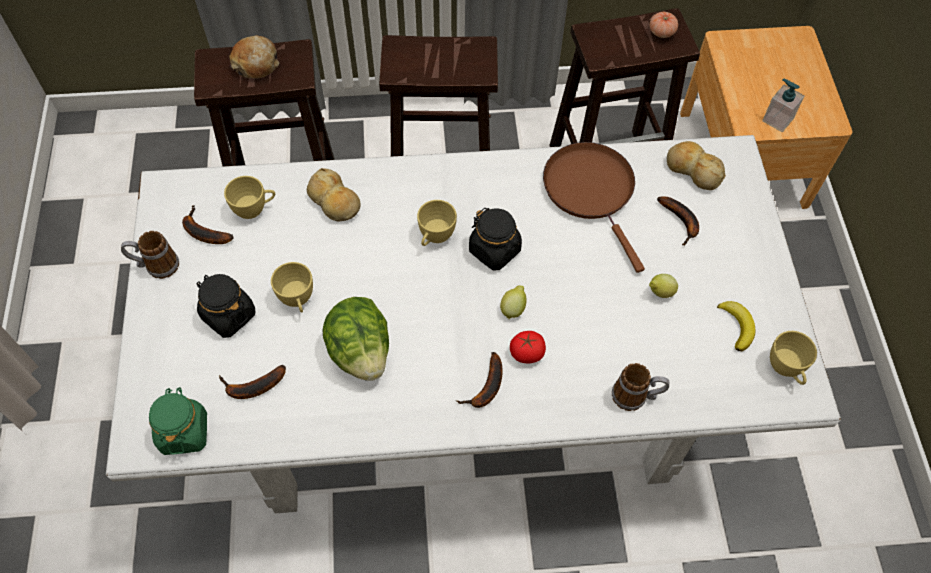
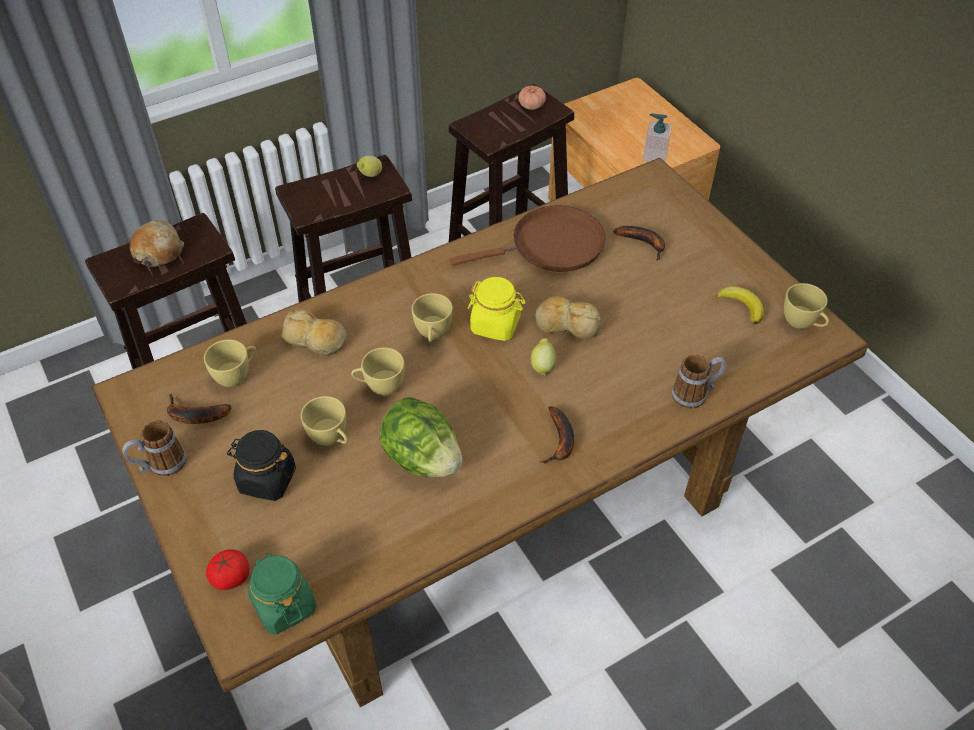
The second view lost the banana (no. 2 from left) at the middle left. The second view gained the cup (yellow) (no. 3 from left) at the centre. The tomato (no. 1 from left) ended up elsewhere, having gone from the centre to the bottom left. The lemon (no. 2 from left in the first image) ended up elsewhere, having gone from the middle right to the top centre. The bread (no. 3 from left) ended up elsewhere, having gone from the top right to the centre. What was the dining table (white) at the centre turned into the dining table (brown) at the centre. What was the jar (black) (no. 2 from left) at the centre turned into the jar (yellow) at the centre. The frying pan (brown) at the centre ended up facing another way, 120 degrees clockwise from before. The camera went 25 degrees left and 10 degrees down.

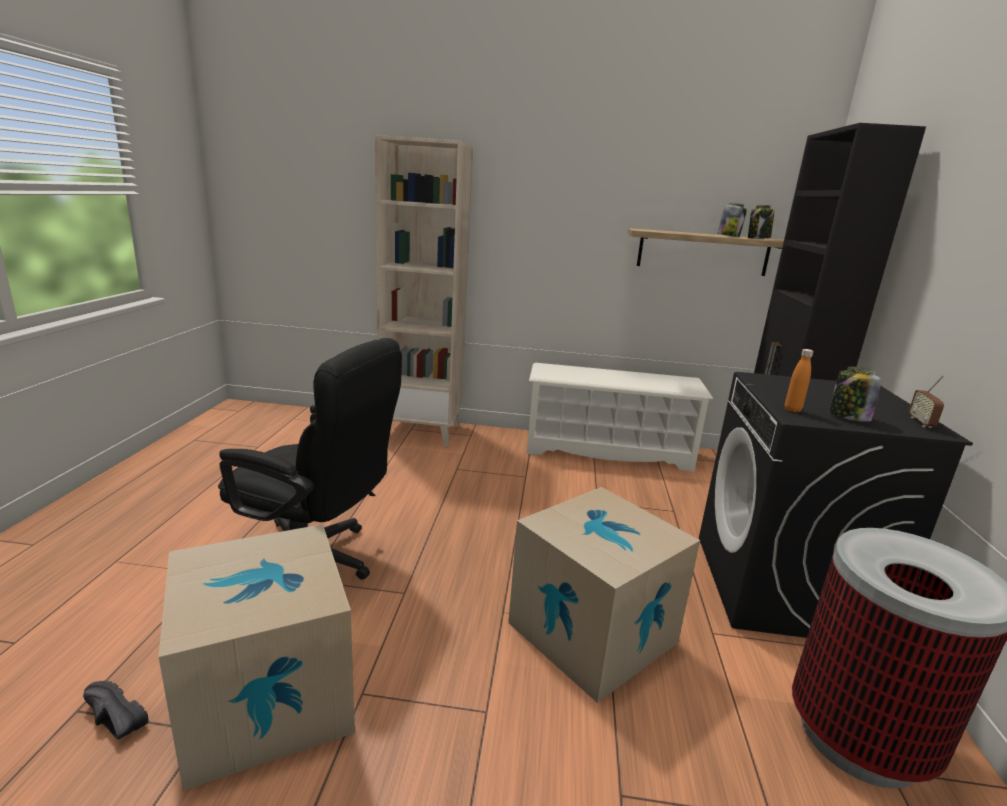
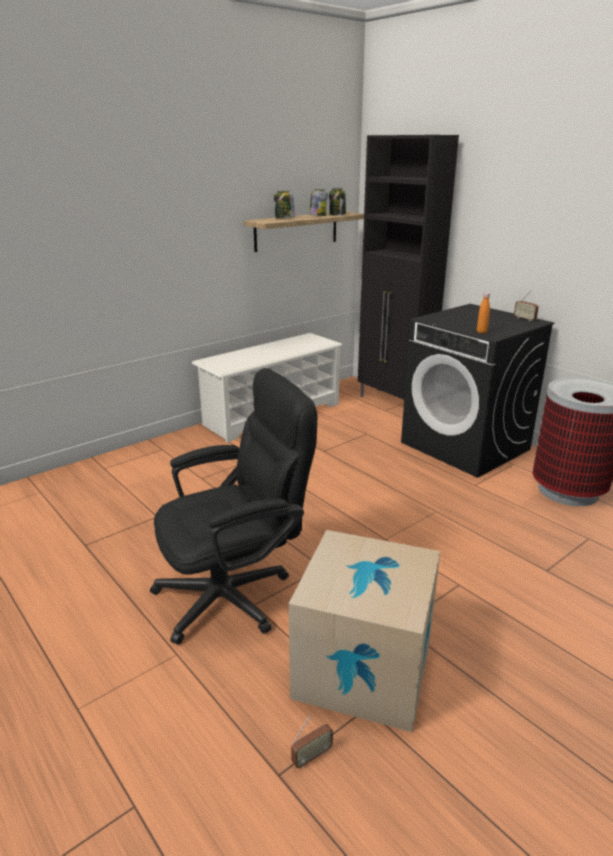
The second view lost the bookcase (beige) at the centre. The second view lost the cardboard box (no. 2 from left) at the bottom centre. The jar (no. 3 from left in the first image) ended up elsewhere, having gone from the middle right to the top centre. Where the shoe (black) stood at the bottom left, the radio (no. 1 from left) came to stand at the bottom centre. The camera went 45 degrees left and 5 degrees up.

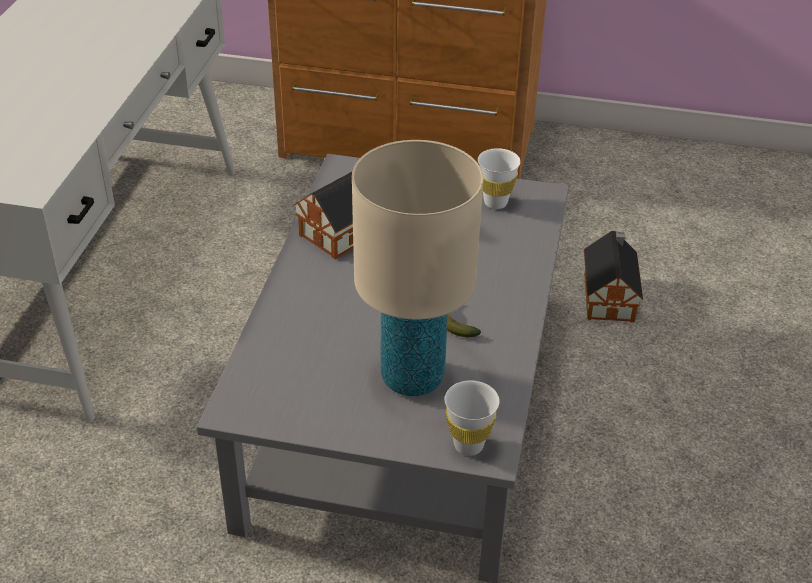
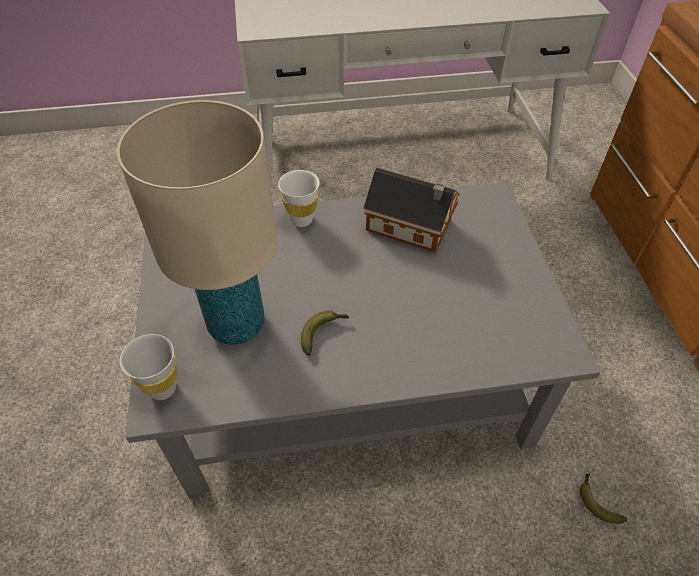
The cup (white) (no. 2 from left) ended up elsewhere, having gone from the top centre to the centre. Where the toy house (no. 2 from left) stood at the middle right, the banana (no. 2 from left) came to stand at the bottom right. The camera went 70 degrees right and 10 degrees up.

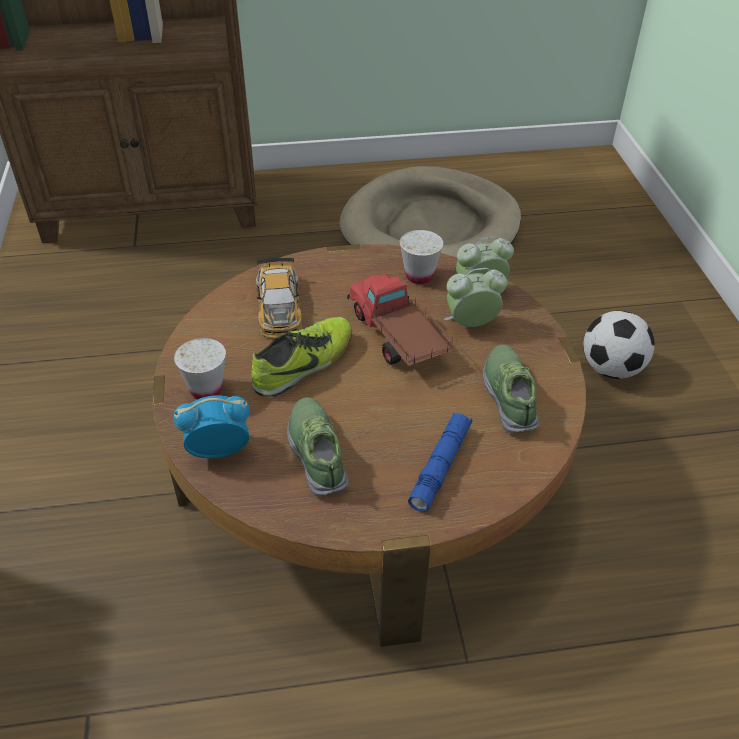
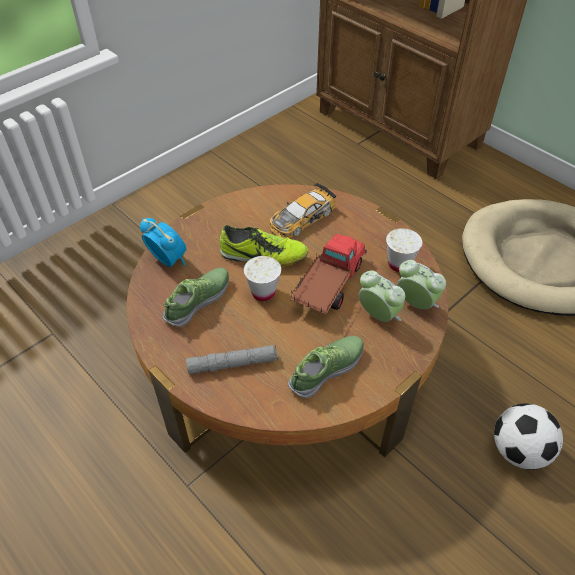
The cup (white) (no. 1 from left) ended up elsewhere, having gone from the middle left to the centre. What was the flashlight (blue) at the centre turned into the flashlight (grey) at the centre. The camera went 55 degrees right and 5 degrees up.

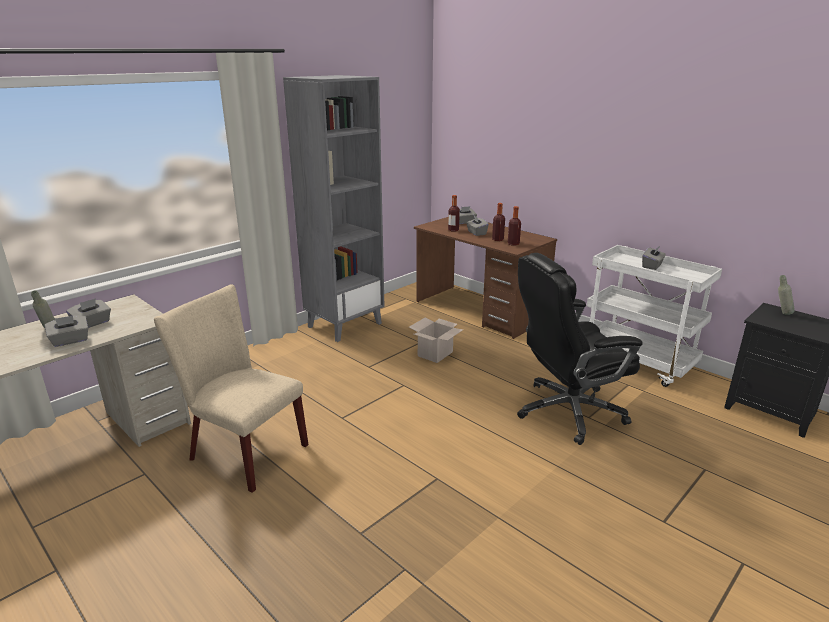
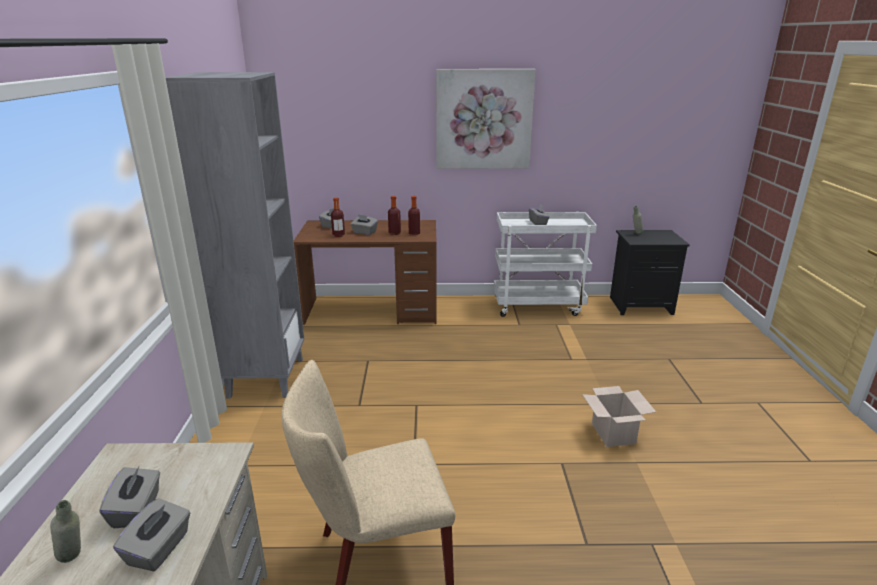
The second view lost the office chair (black) at the middle right. The second view gained the picture at the top centre. The cardboard box ended up elsewhere, having gone from the centre to the bottom right. The camera went 45 degrees left and 0 degrees up.

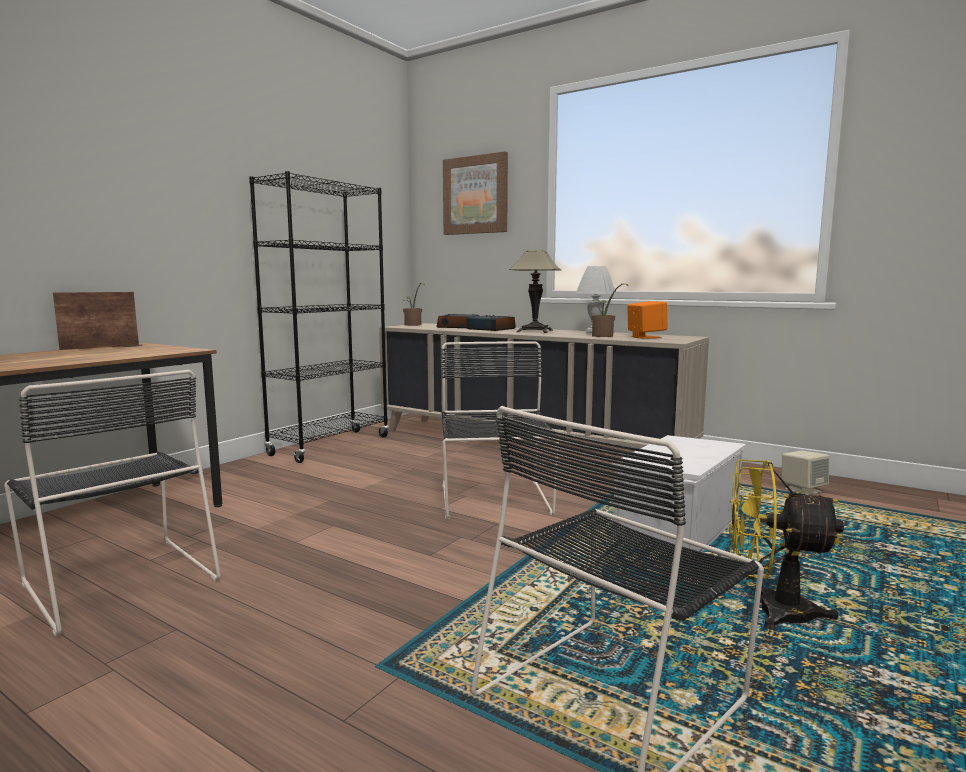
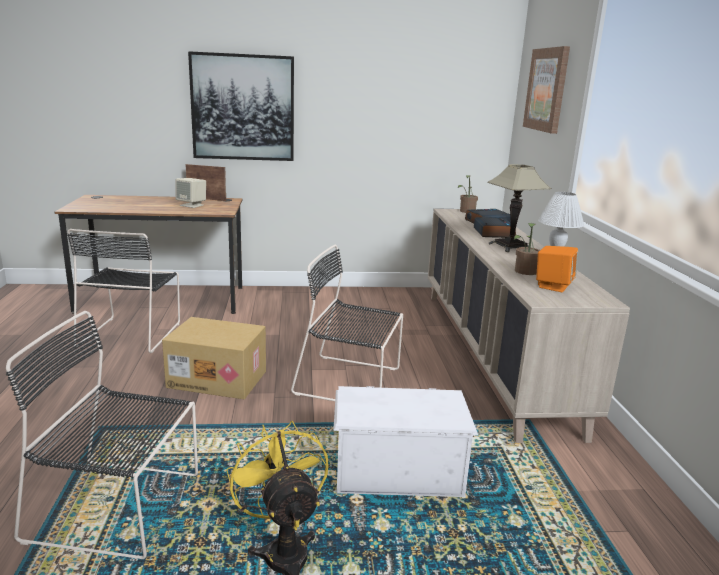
The second view lost the bookcase (black) at the middle left. The second view gained the cardboard box at the middle left. The second view gained the picture (no. 1 from left) at the top centre. The speaker (beige) ended up elsewhere, having gone from the middle right to the middle left. The chair (black) (no. 2 from left in the first image) at the centre ended up facing another way, 120 degrees counterclockwise from before. The camera went 50 degrees right and 10 degrees up.

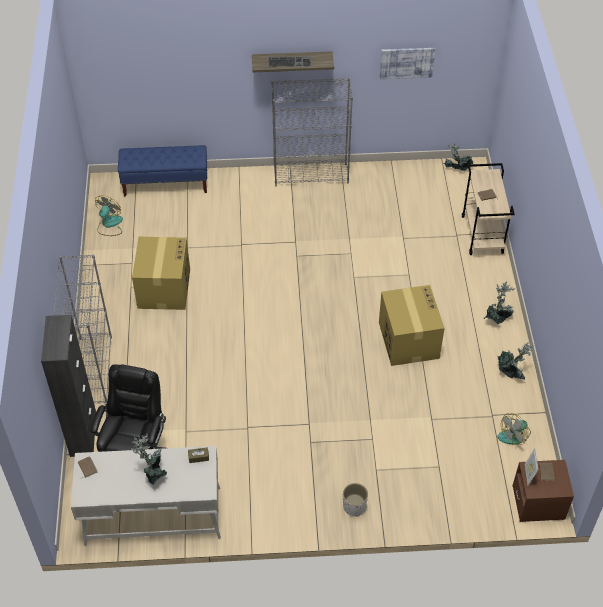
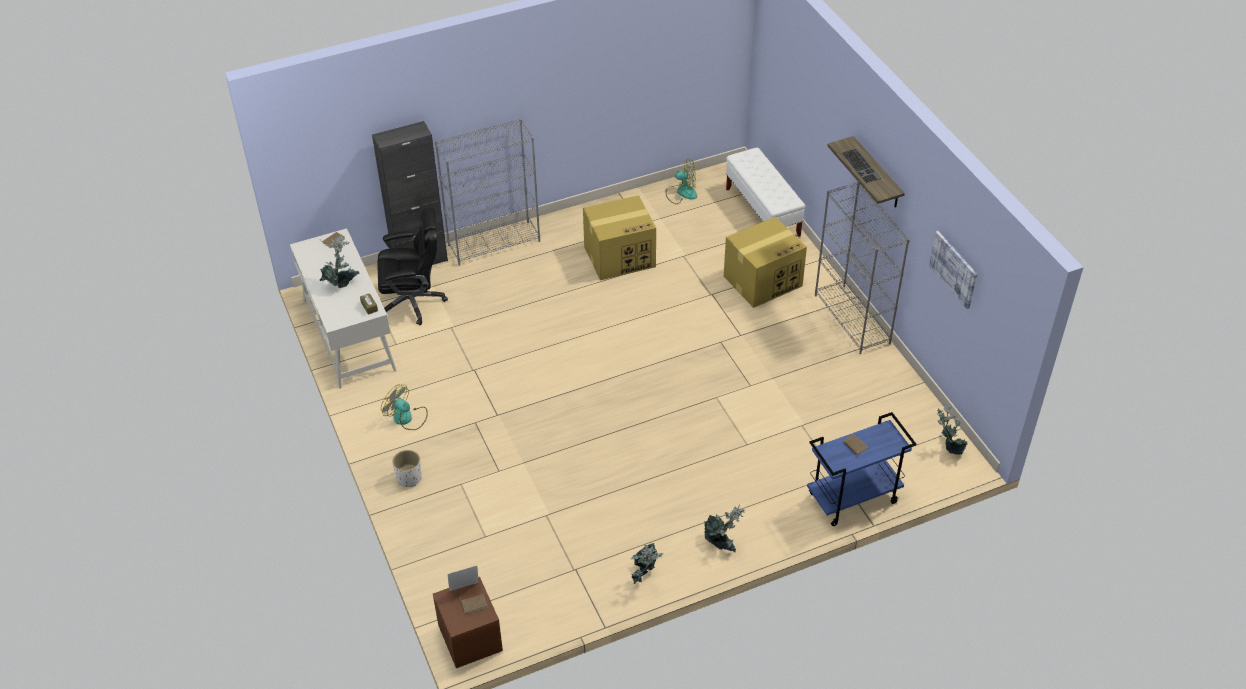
The cardboard box (no. 2 from left) ended up elsewhere, having gone from the middle right to the centre. The fan (no. 2 from left in the first image) ended up elsewhere, having gone from the bottom right to the middle left. What was the bench (blue) at the top left turned into the bench (white) at the top centre. What was the cart (beige) at the middle right turned into the cart (blue) at the bottom right. The camera went 70 degrees right and 5 degrees down.

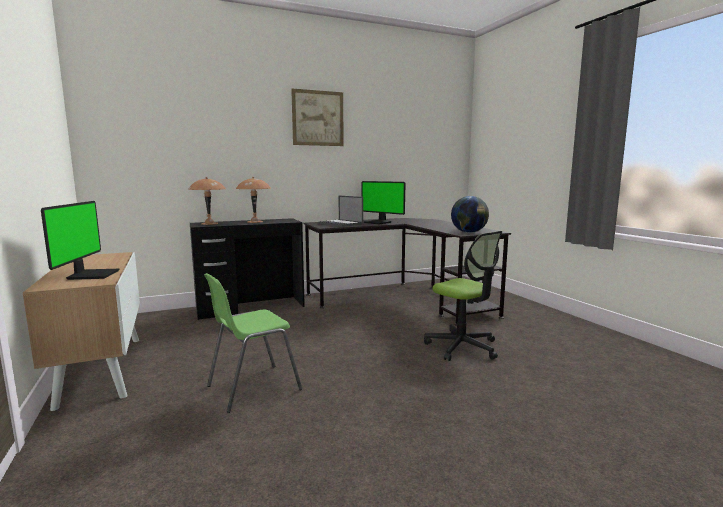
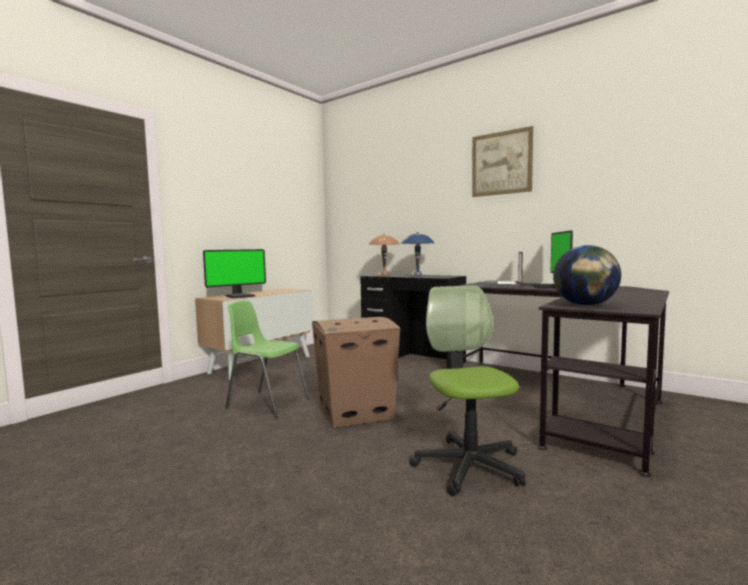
The second view gained the cardboard box at the centre. What was the table lamp (brown) (no. 2 from left) at the centre turned into the table lamp (blue) at the centre. The office chair at the centre ended up facing another way, 150 degrees clockwise from before. The camera went 60 degrees right and 5 degrees down.

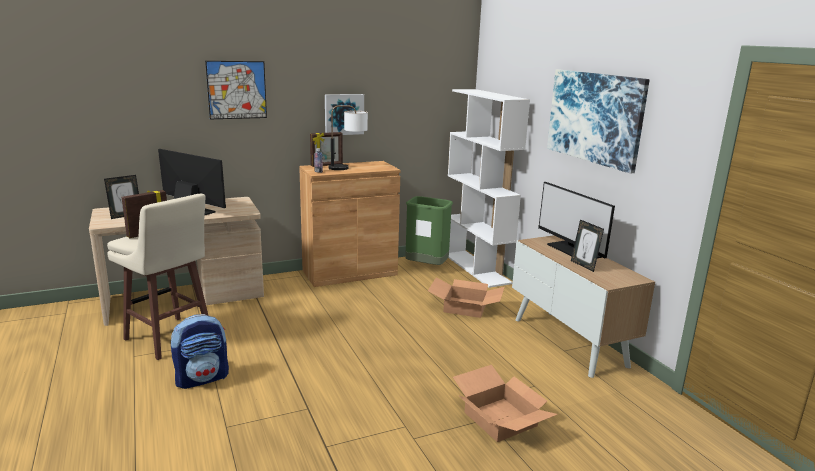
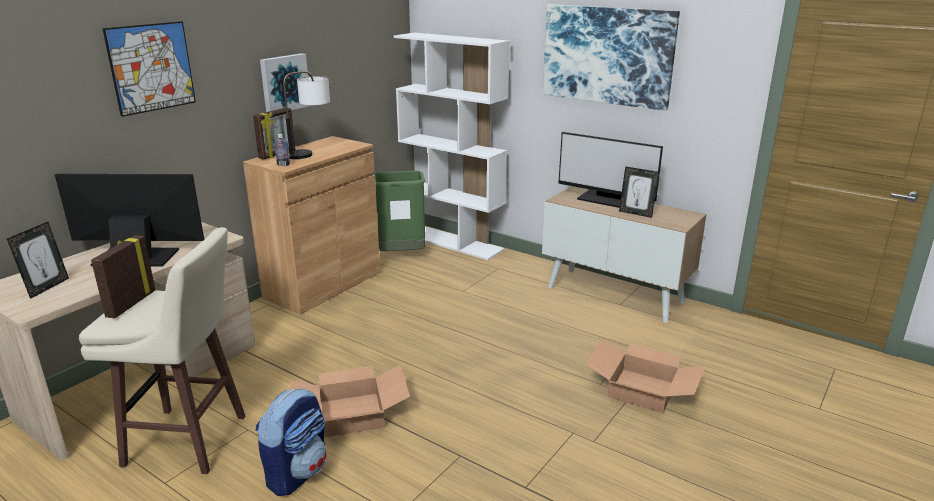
The cardboard box (no. 1 from left) ended up elsewhere, having gone from the centre to the bottom centre. The camera went 30 degrees left and 5 degrees up.

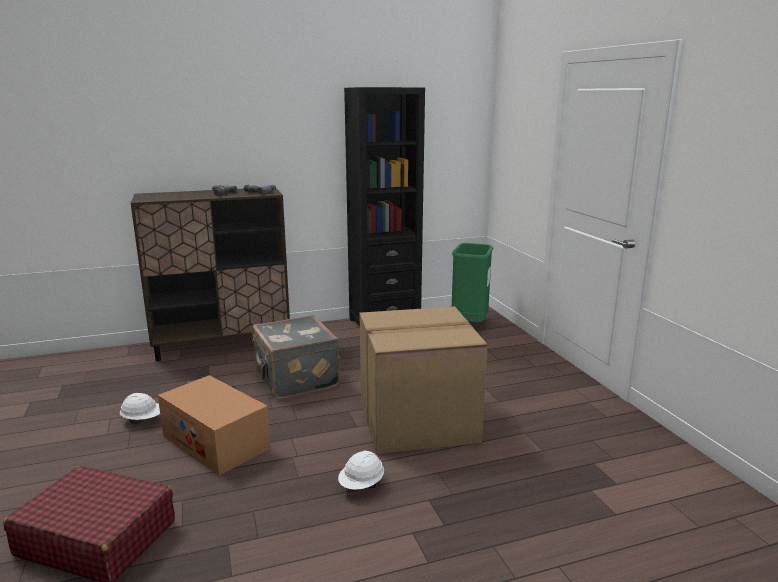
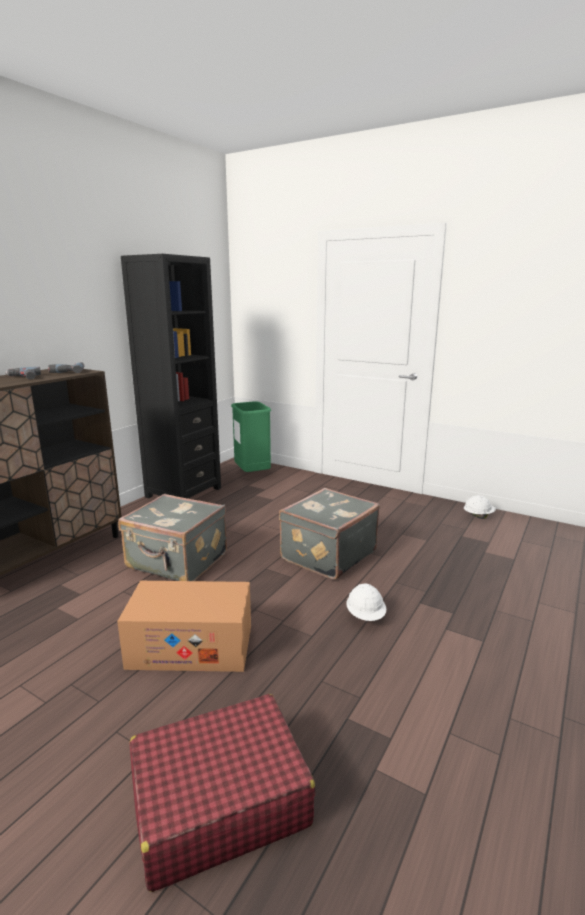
The hard hat (white) (no. 1 from left in the first image) ended up elsewhere, having gone from the bottom left to the middle right. Where the cardboard box (no. 2 from left) stood at the centre, the suitcase (grey) (no. 2 from left) came to stand at the centre. The camera went 40 degrees left and 0 degrees up.

